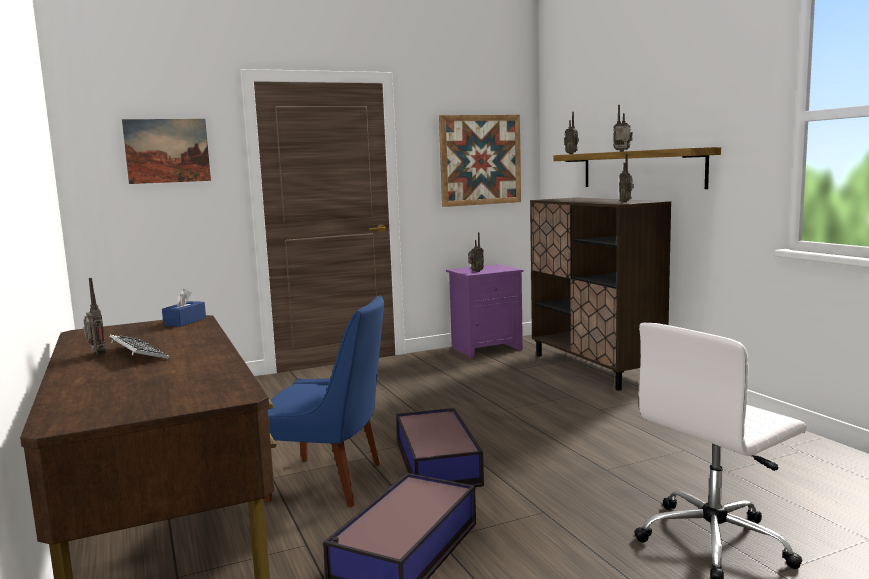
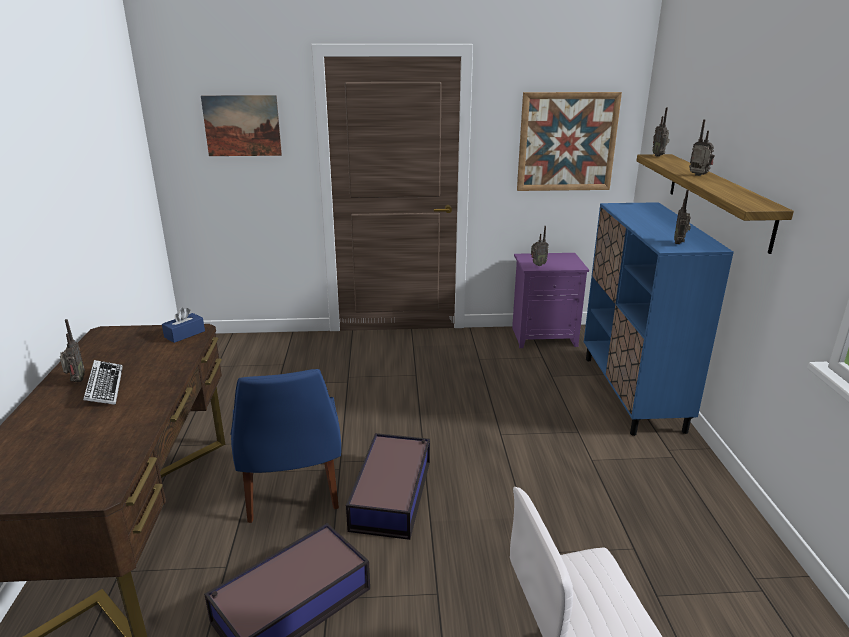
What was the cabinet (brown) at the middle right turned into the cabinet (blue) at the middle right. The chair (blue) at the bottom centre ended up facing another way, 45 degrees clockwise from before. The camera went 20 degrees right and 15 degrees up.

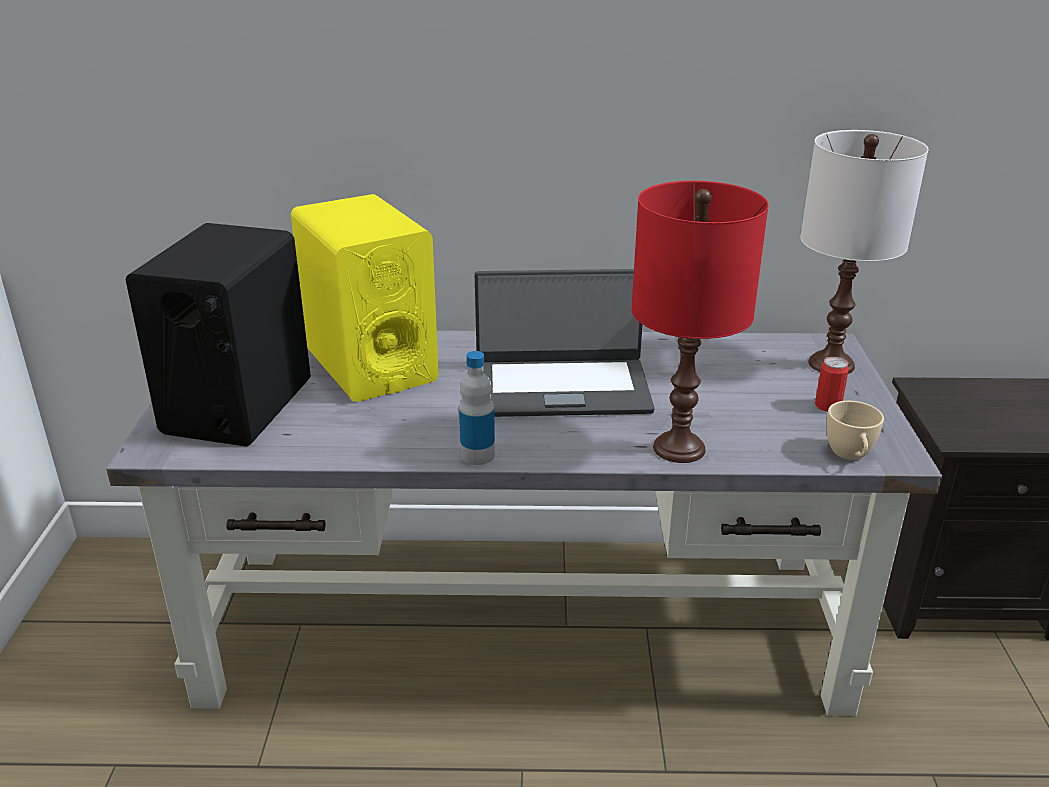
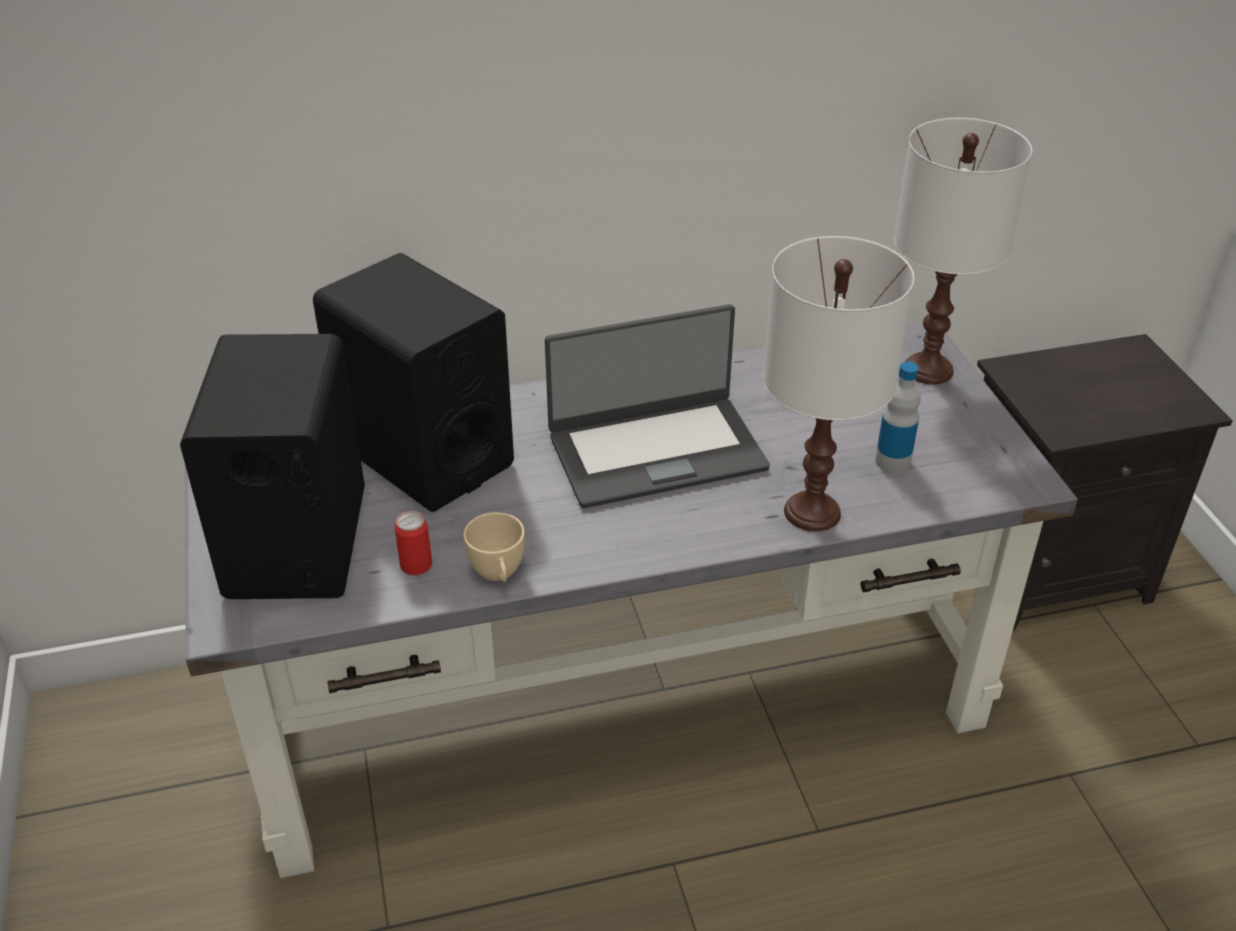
The bottle ended up elsewhere, having gone from the centre to the middle right. The can ended up elsewhere, having gone from the middle right to the centre. The cup (beige) ended up elsewhere, having gone from the middle right to the centre. What was the speaker (yellow) at the centre turned into the speaker (black) (no. 2 from left) at the centre. What was the table lamp (red) at the middle right turned into the table lamp (white) (no. 1 from left) at the middle right. The camera went 15 degrees left and 10 degrees up.

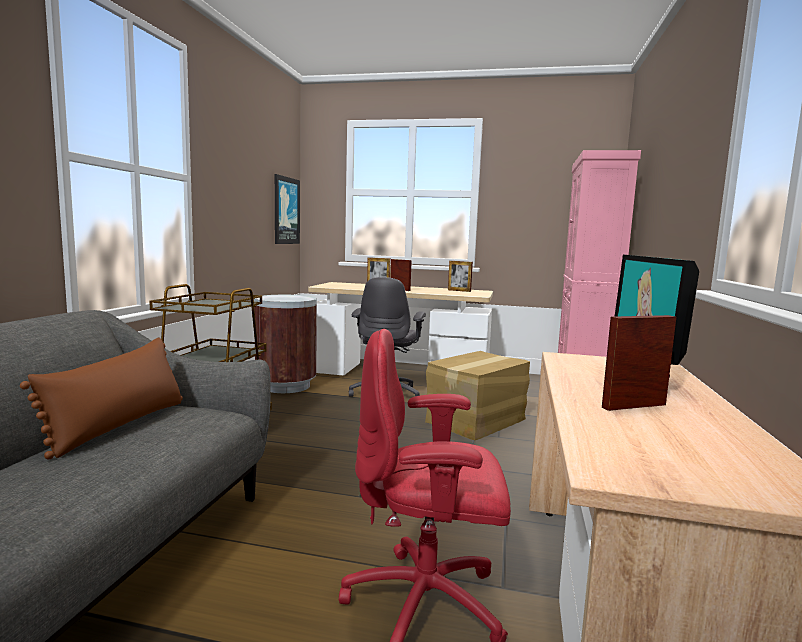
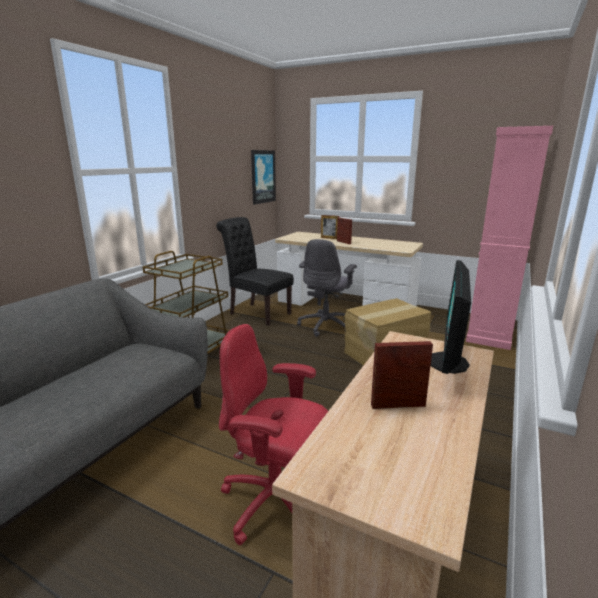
The second view lost the pillow (brown) at the middle left. The second view lost the picture frame (no. 3 from left) at the centre. Where the trash can (brown) stood at the centre, the chair (black) came to stand at the centre. The camera went 15 degrees right and 10 degrees up.

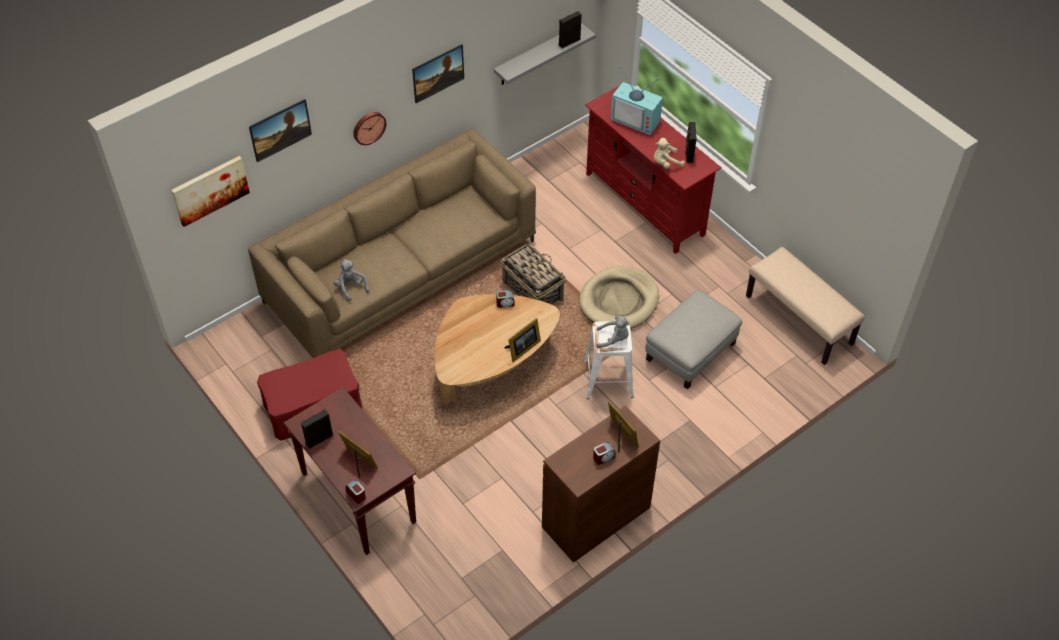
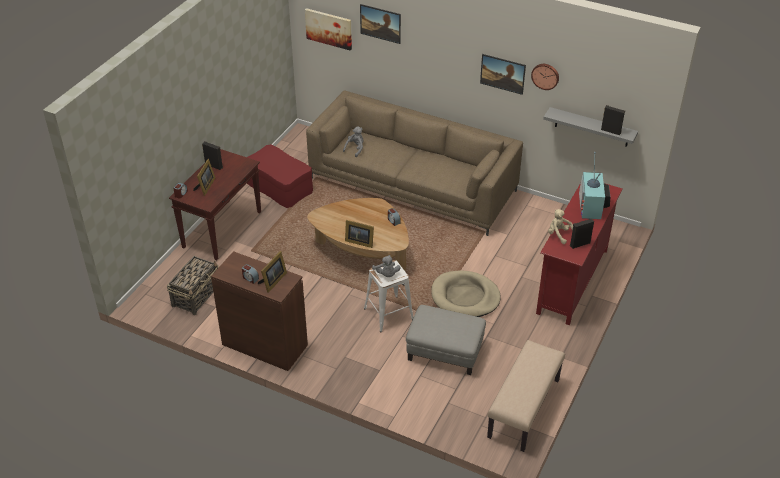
The wall clock ended up elsewhere, having gone from the top centre to the top right. The basket ended up elsewhere, having gone from the centre to the middle left. The camera went 65 degrees right and 10 degrees down.

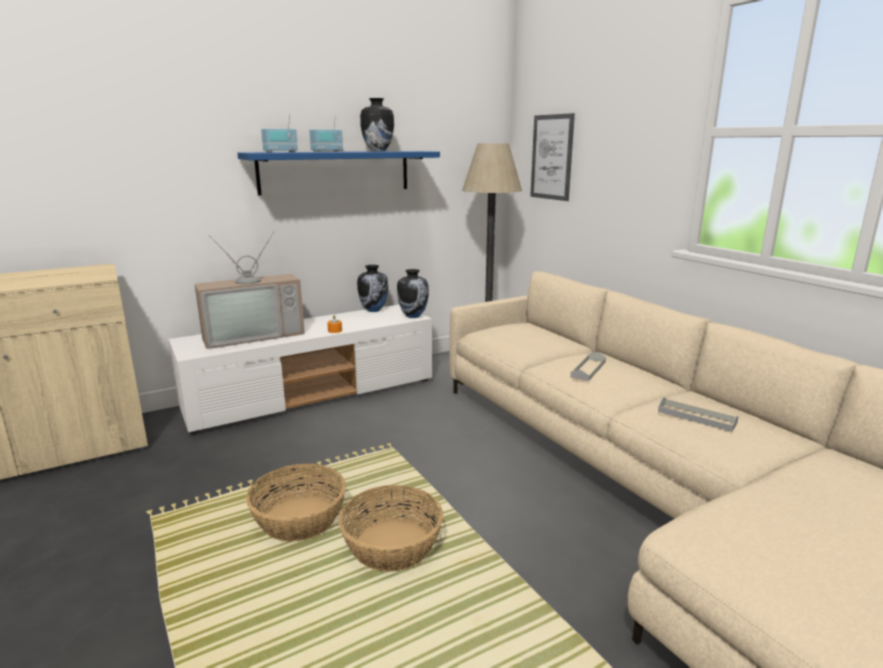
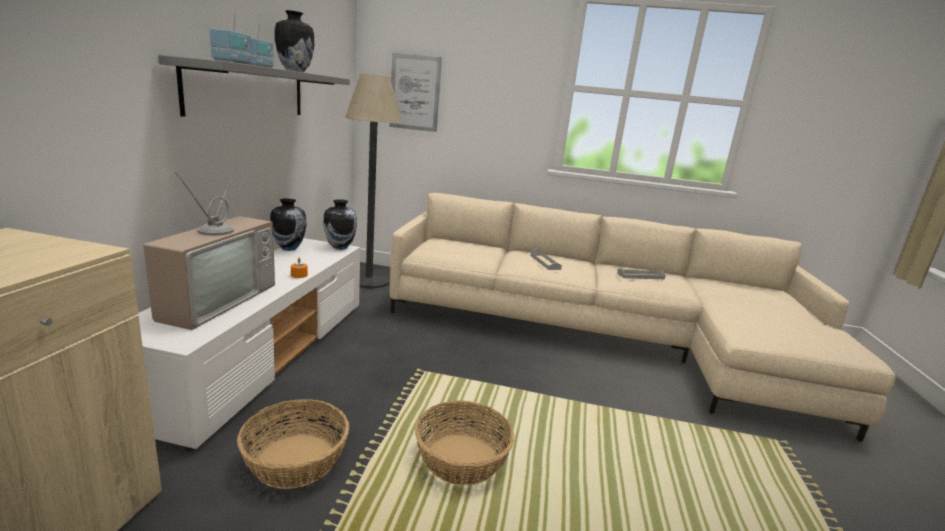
The basket (no. 2 from left in the first image) ended up elsewhere, having gone from the bottom centre to the bottom left. What was the shelf (blue) at the top centre turned into the shelf (grey) at the top left. The camera went 50 degrees left and 0 degrees up.

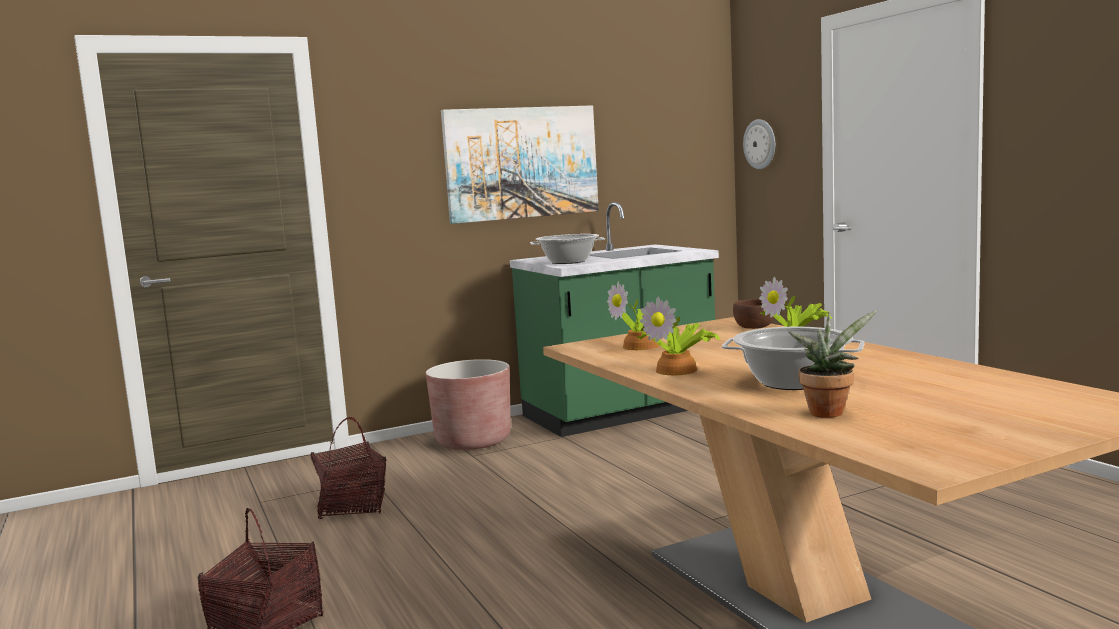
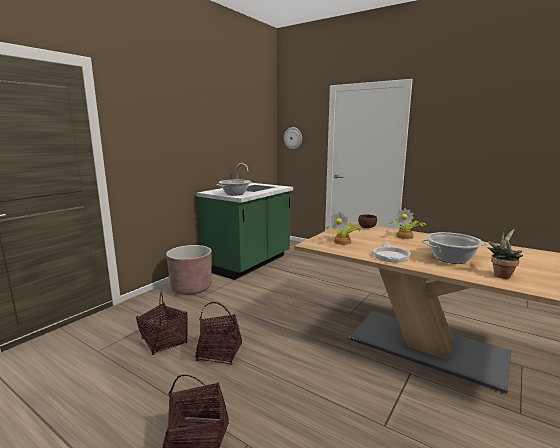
The second view lost the picture at the top centre. The second view gained the basket (no. 3 from left) at the bottom centre. Where the potted plant (no. 2 from left) stood at the centre, the frying pan came to stand at the middle right. The camera went 30 degrees left and 5 degrees up.

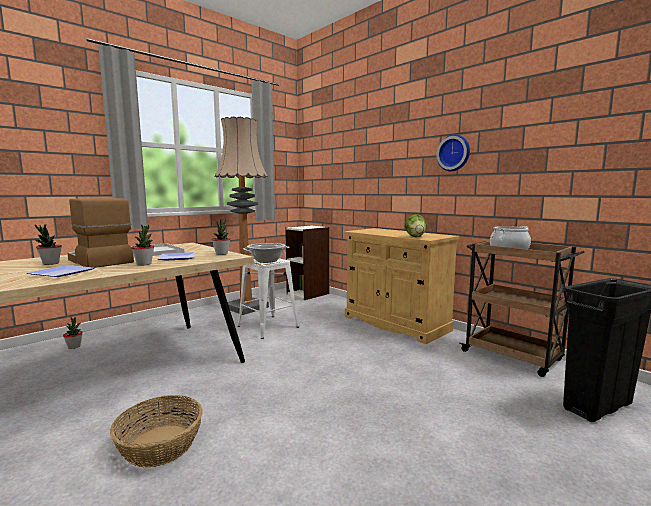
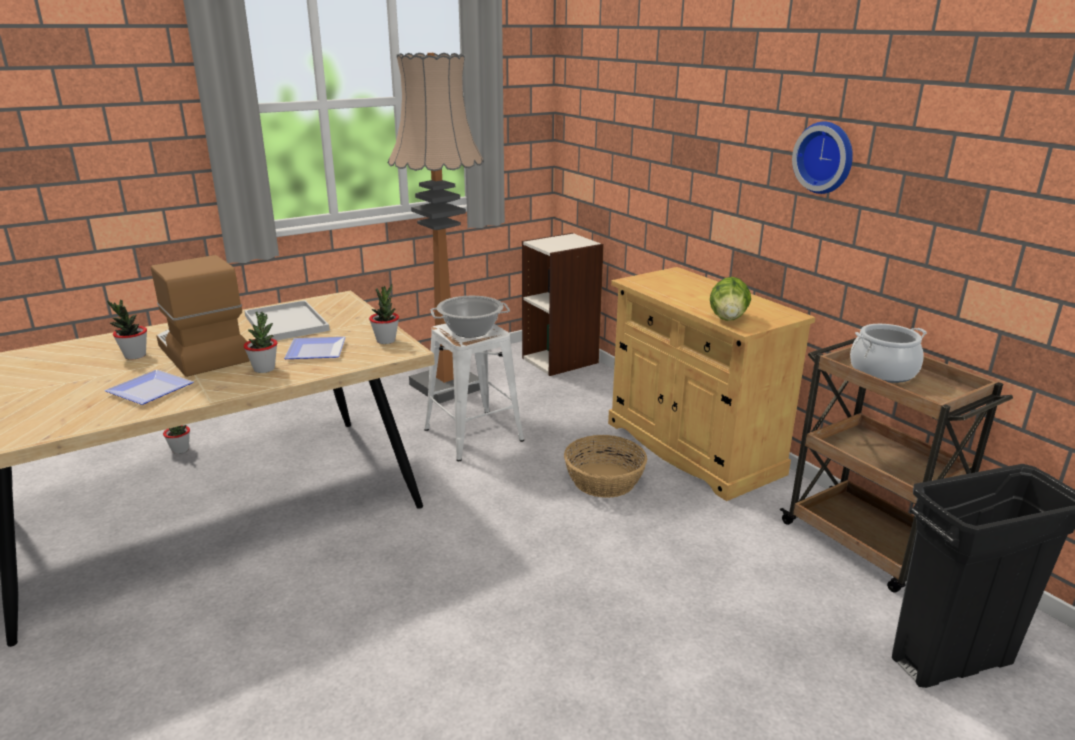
The basket ended up elsewhere, having gone from the bottom left to the centre. The camera went 10 degrees right and 15 degrees up.

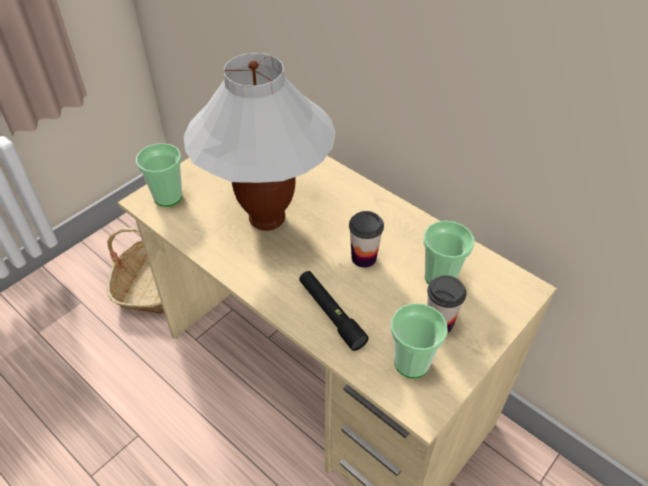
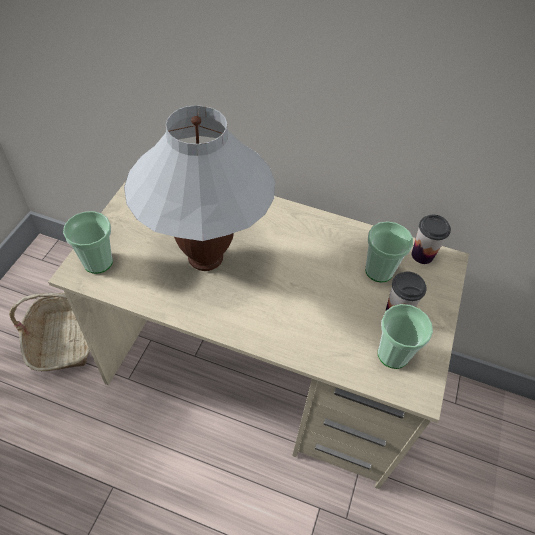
The second view lost the flashlight (black) at the centre. The cup (no. 2 from left in the first image) ended up elsewhere, having gone from the centre to the middle right. The camera went 25 degrees left and 5 degrees up.

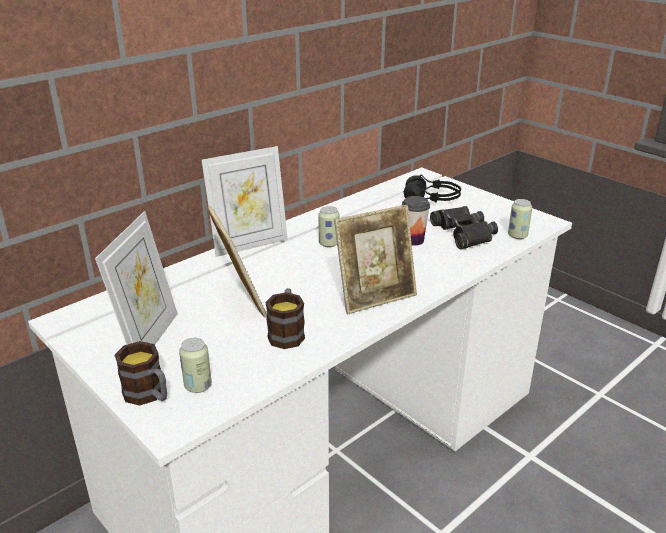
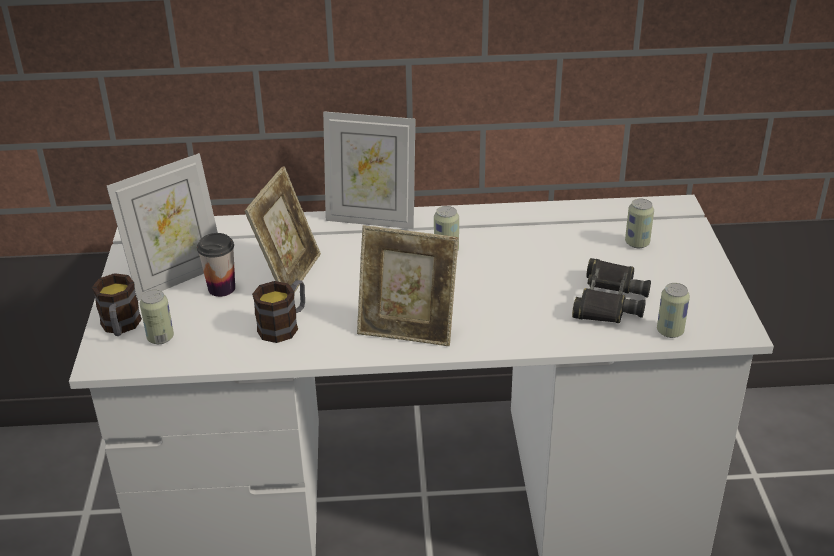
The cup ended up elsewhere, having gone from the centre to the middle left. Where the headphones (black) stood at the centre, the can (no. 3 from left) came to stand at the middle right. The camera went 40 degrees right and 5 degrees up.

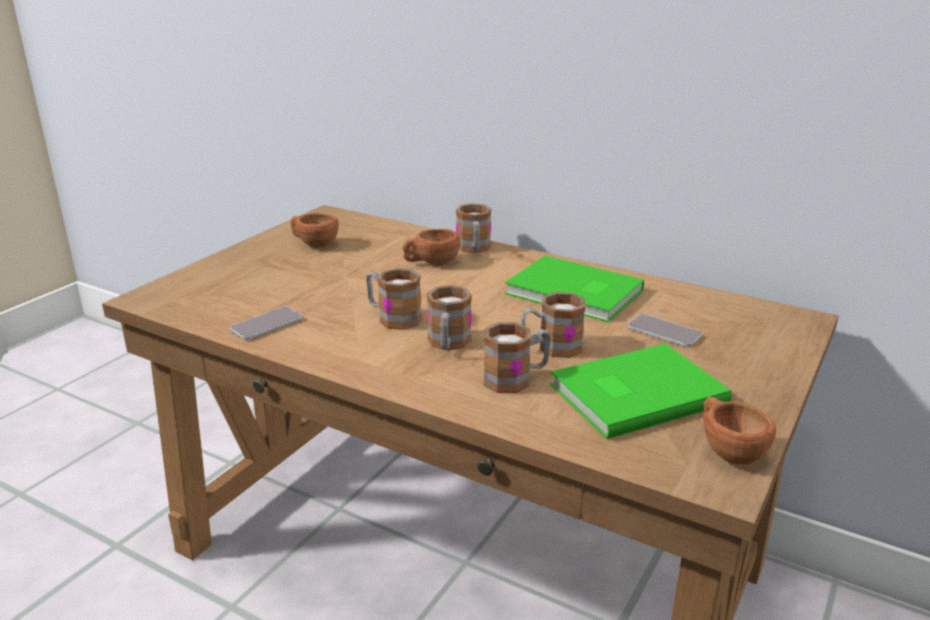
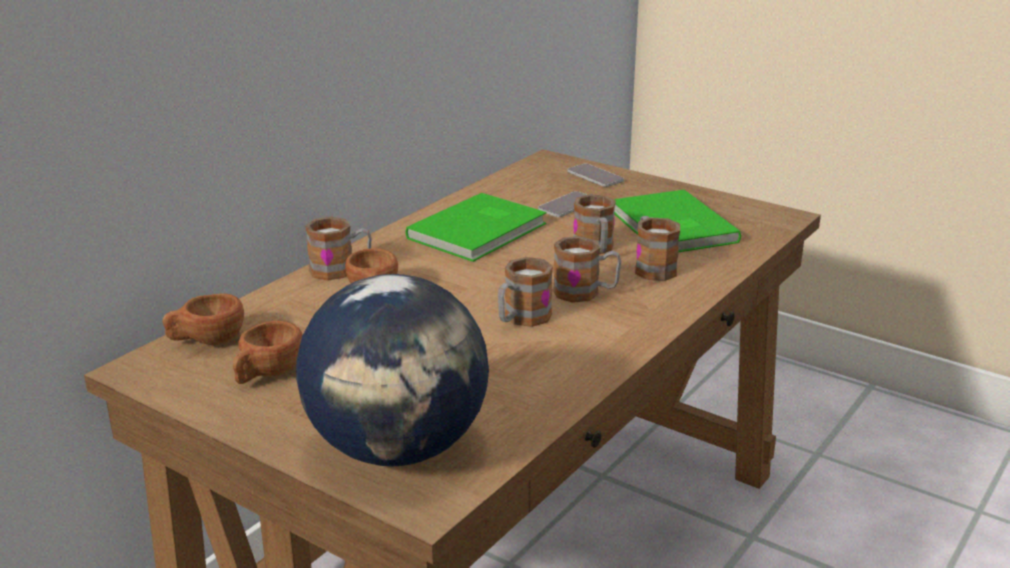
The second view gained the globe at the centre. The phone (no. 1 from left in the first image) ended up elsewhere, having gone from the middle left to the top centre. The cup (brown) (no. 3 from left in the first image) ended up elsewhere, having gone from the bottom right to the middle left. The camera went 85 degrees left and 0 degrees up.

